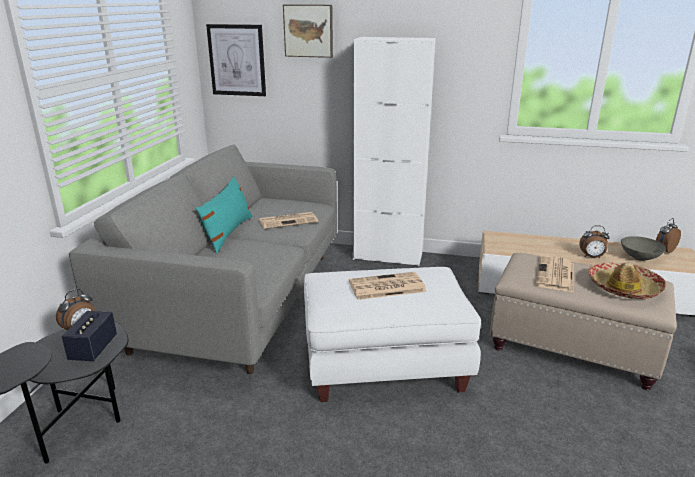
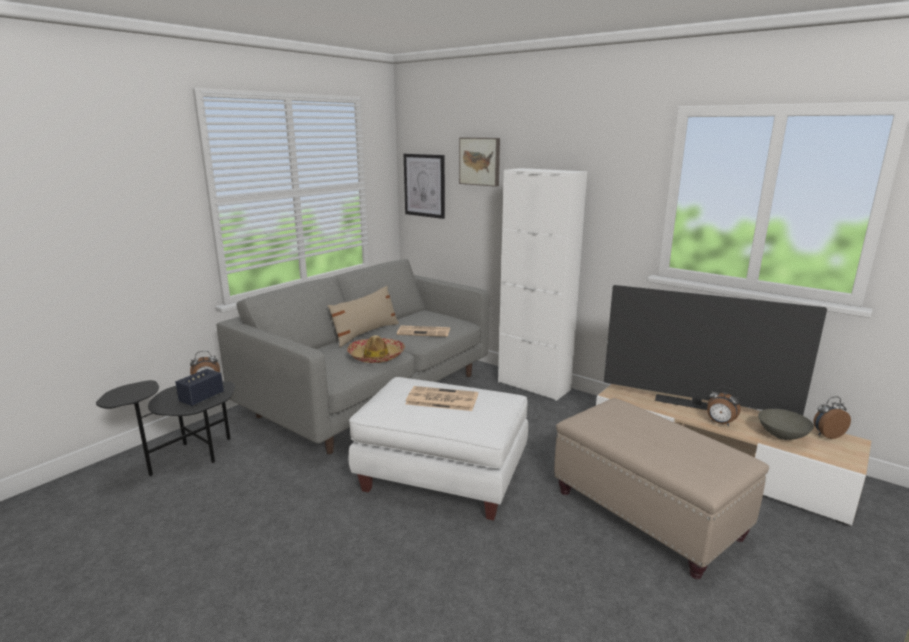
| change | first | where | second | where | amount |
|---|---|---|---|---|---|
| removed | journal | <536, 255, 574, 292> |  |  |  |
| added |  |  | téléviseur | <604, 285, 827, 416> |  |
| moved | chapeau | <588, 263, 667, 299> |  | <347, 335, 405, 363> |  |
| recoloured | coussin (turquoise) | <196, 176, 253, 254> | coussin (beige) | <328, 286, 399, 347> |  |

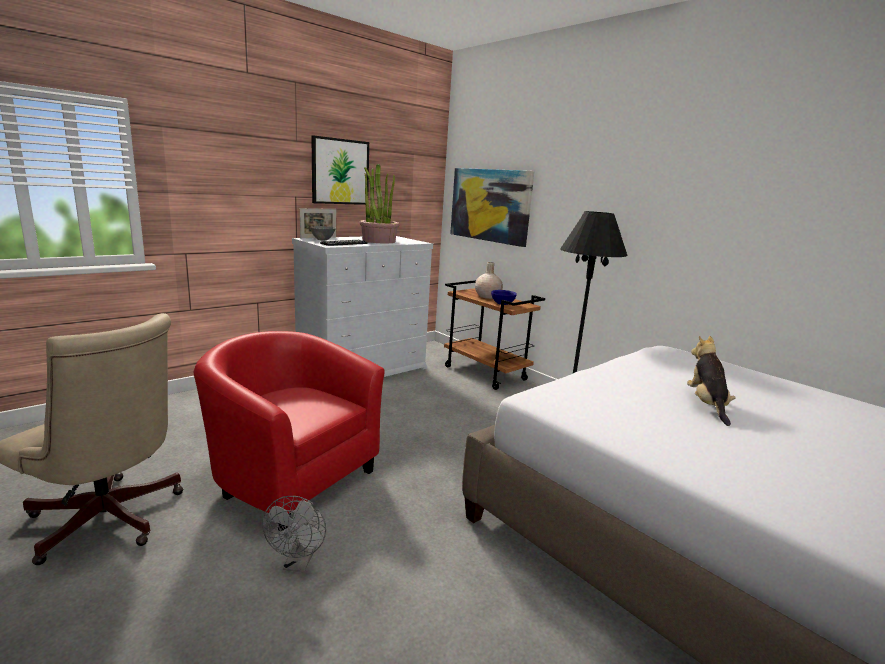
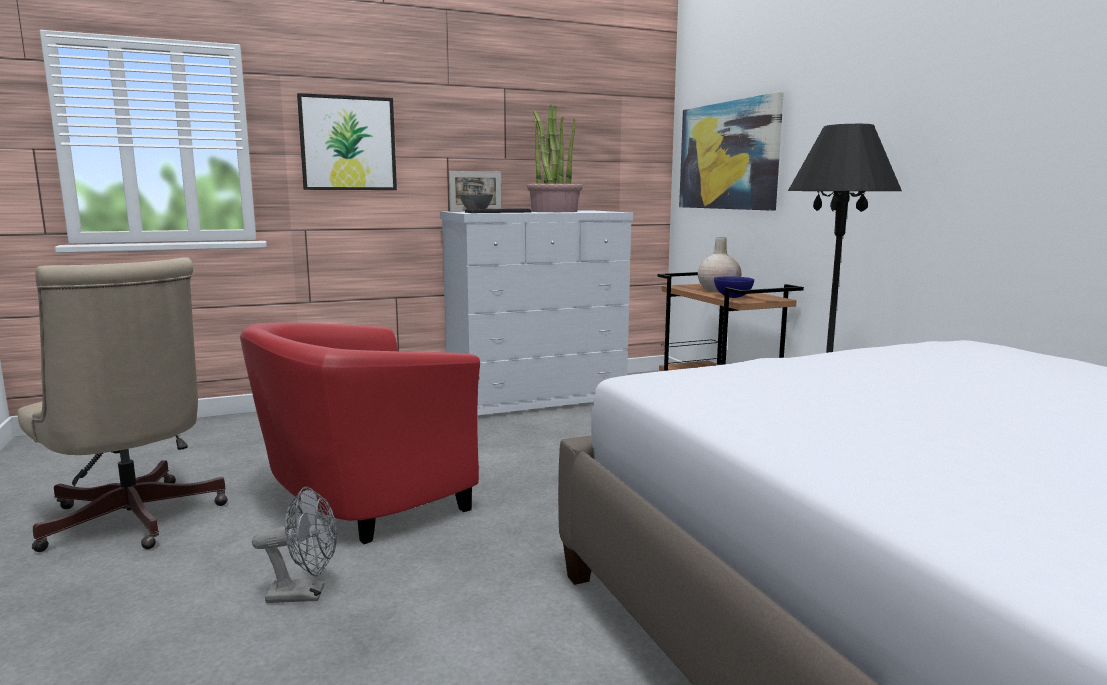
| change | first | where | second | where | amount |
|---|---|---|---|---|---|
| removed | peluche | <687, 336, 736, 426> |  |  |  |
| moved | tableau | <311, 135, 369, 205> |  | <297, 93, 397, 190> |  |
| turned | fauteuil (rouge) | <194, 331, 385, 531> |  | <240, 322, 480, 544> | 90 degrees counterclockwise |
| turned | ventilateur (gris) | <262, 496, 326, 573> |  | <252, 486, 337, 603> | 120 degrees counterclockwise |

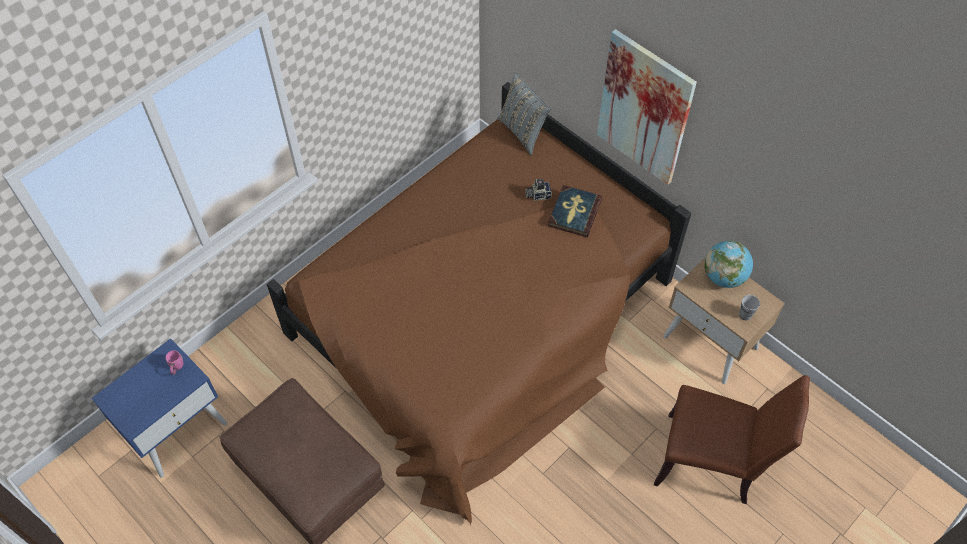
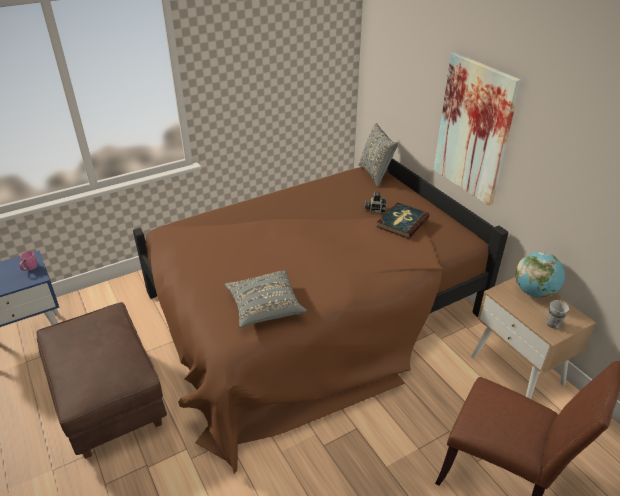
| change | first | where | second | where | amount |
|---|---|---|---|---|---|
| added |  |  | coussin (gris) | <225, 271, 307, 328> |  |

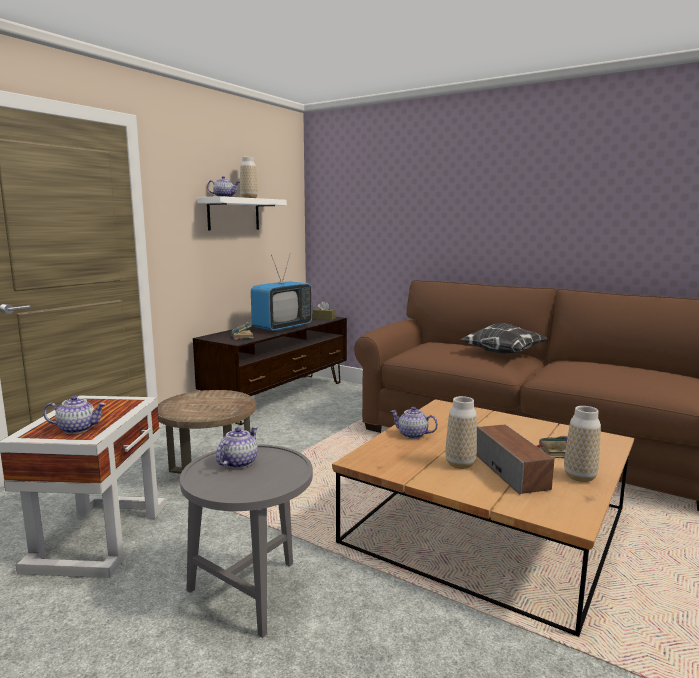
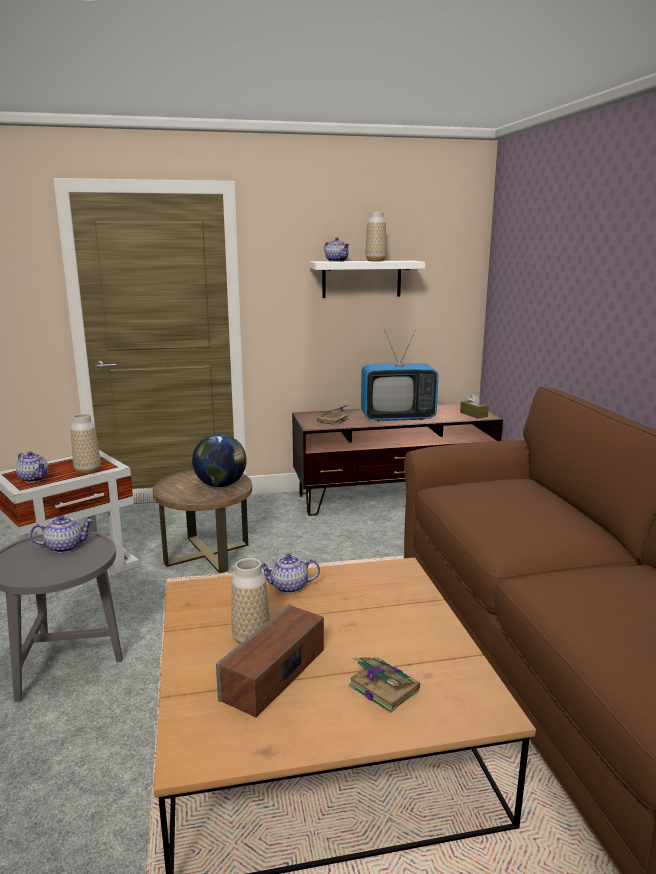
| change | first | where | second | where | amount |
|---|---|---|---|---|---|
| removed | coussin | <460, 323, 548, 354> |  |  |  |
| added |  |  | globe | <192, 434, 247, 487> |  |
| moved | vase | <564, 406, 601, 482> |  | <71, 413, 101, 474> |  |
| turned | théière | <390, 407, 438, 439> |  | <261, 554, 320, 593> | 75 degrees counterclockwise |

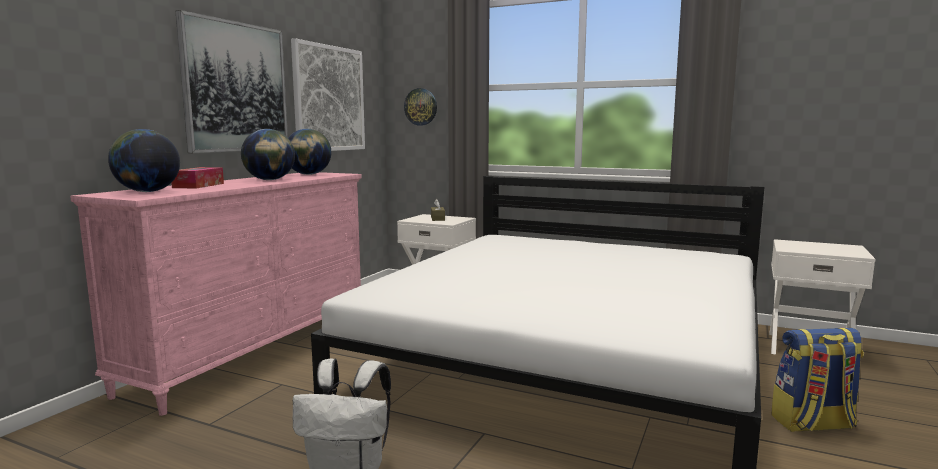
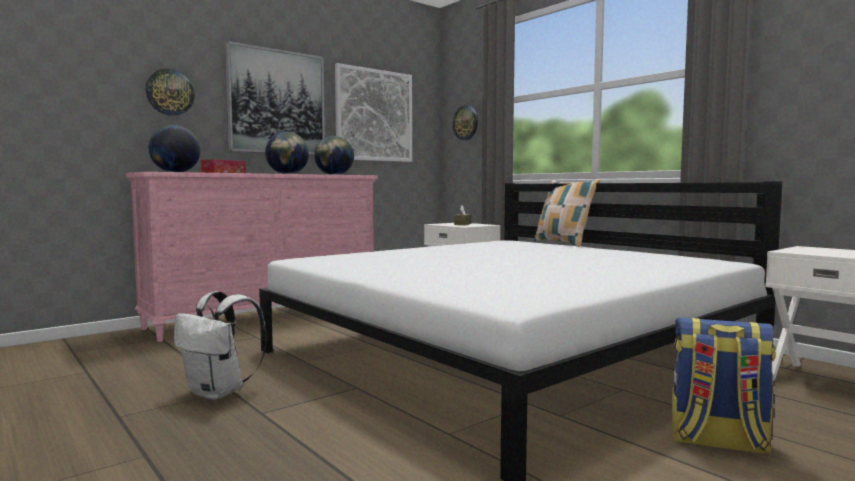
| change | first | where | second | where | amount |
|---|---|---|---|---|---|
| added |  |  | horloge murale | <146, 69, 195, 116> |  |
| added |  |  | coussin | <533, 180, 600, 247> |  |

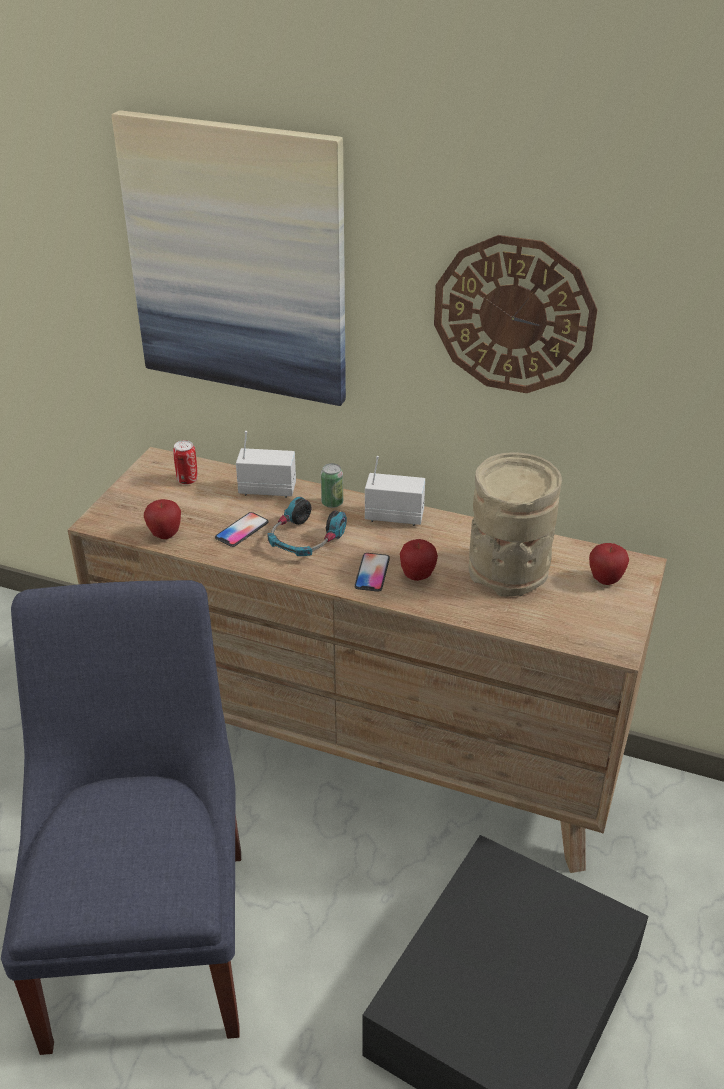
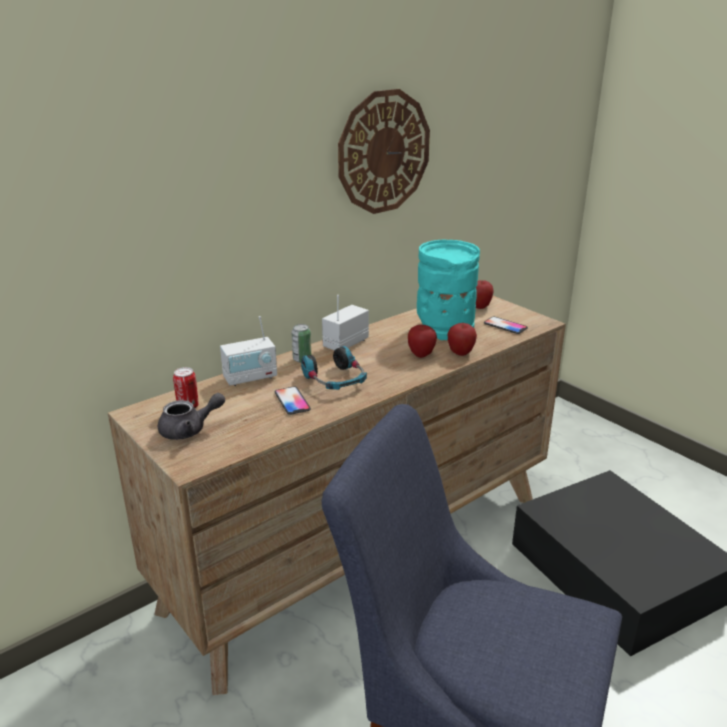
| change | first | where | second | where | amount |
|---|---|---|---|---|---|
| removed | tableau | <112, 110, 346, 406> |  |  |  |
| added |  |  | théière (gris) | <158, 393, 225, 440> |  |
| moved | pomme | <144, 499, 181, 539> |  | <447, 323, 477, 356> |  |
| moved | téléphone | <354, 553, 390, 592> |  | <484, 317, 528, 334> |  |
| recoloured | vase (beige) | <469, 453, 562, 597> | vase (turquoise) | <417, 240, 480, 340> |  |
| turned | radio | <236, 431, 296, 498> |  | <220, 316, 277, 386> | 150 degrees counterclockwise |

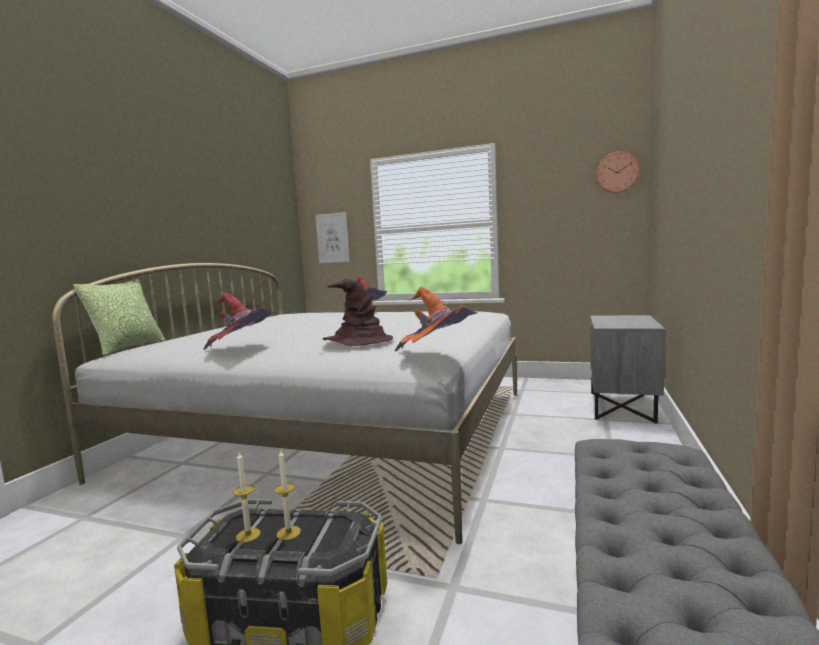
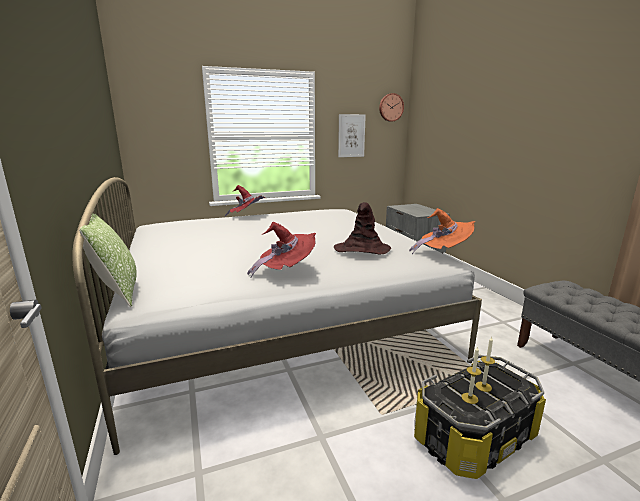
| change | first | where | second | where | amount |
|---|---|---|---|---|---|
| moved | tableau | <315, 212, 350, 263> |  | <338, 114, 366, 157> |  |

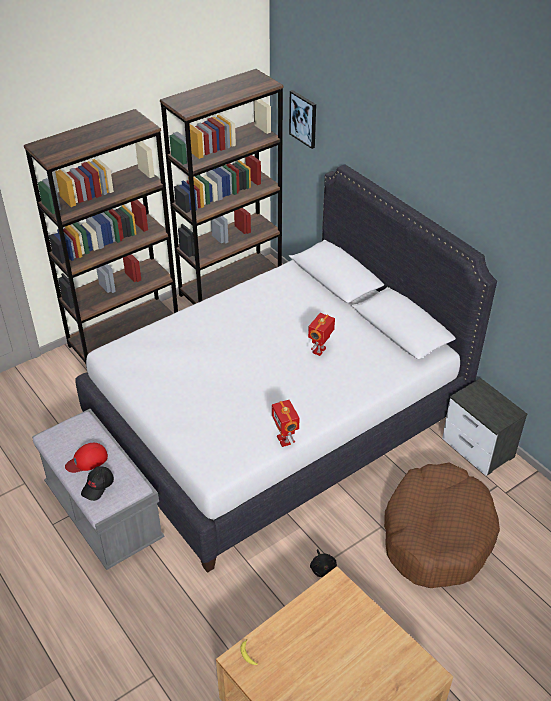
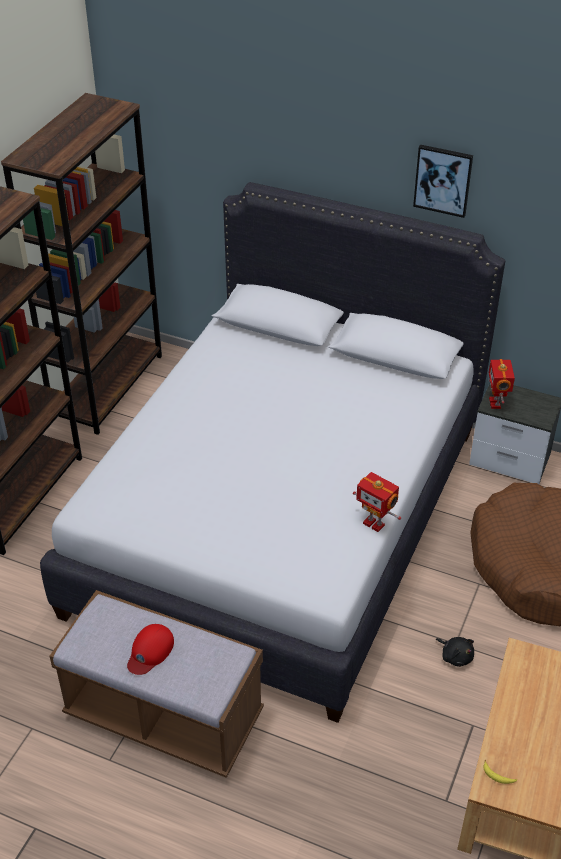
| change | first | where | second | where | amount |
|---|---|---|---|---|---|
| removed | casquette (noir) | <81, 466, 114, 501> |  |  |  |
| moved | tableau | <289, 90, 316, 149> |  | <413, 144, 473, 218> |  |
| moved | robot jouet | <308, 313, 335, 356> |  | <489, 359, 515, 409> |  |
| recoloured | banc (gris) | <32, 409, 164, 570> | banc (marron) | <50, 590, 264, 778> |  |

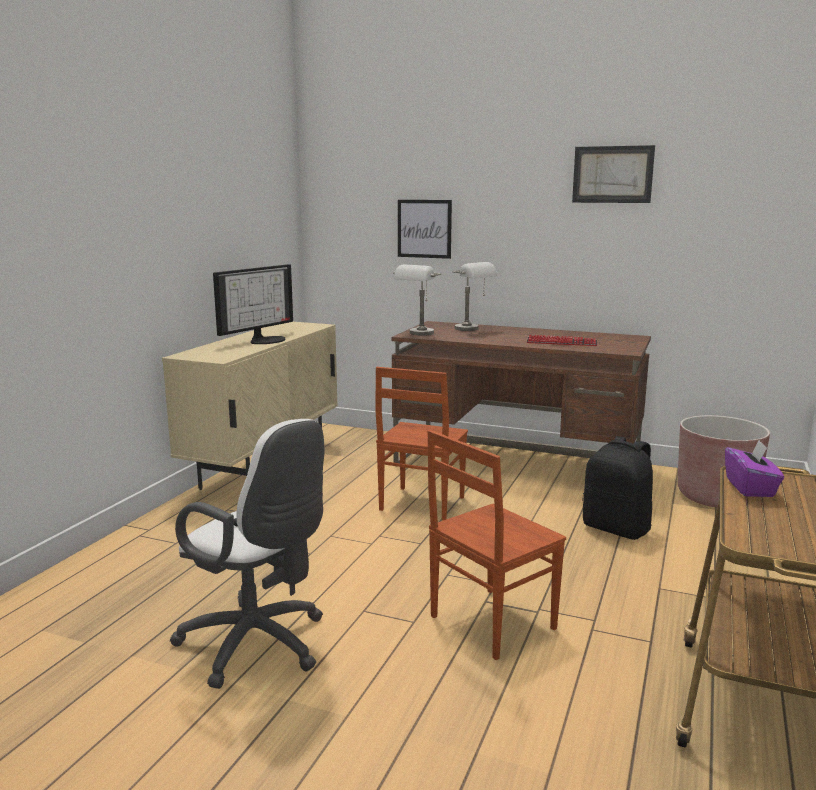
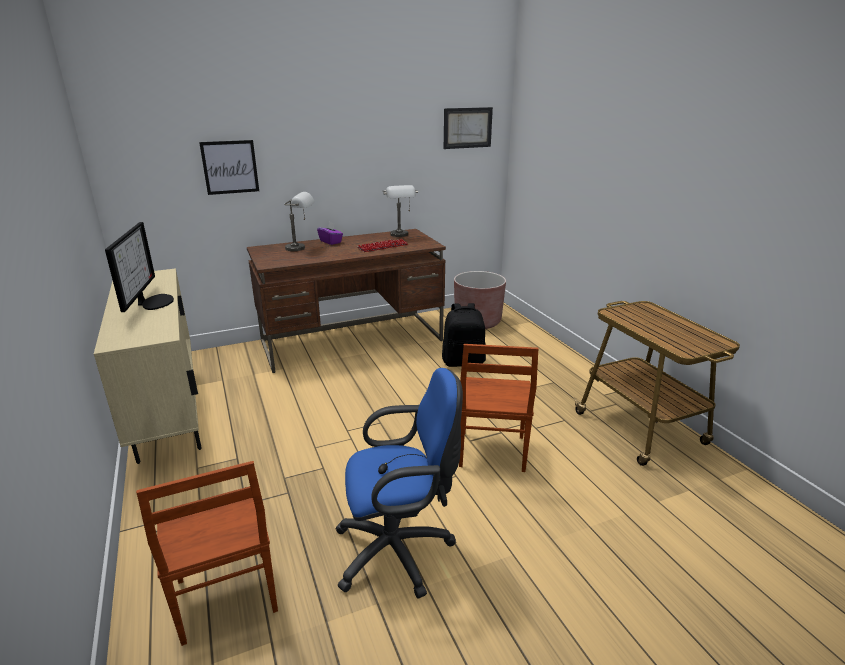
| change | first | where | second | where | amount |
|---|---|---|---|---|---|
| moved | chaise (marron) | <375, 367, 468, 521> |  | <136, 461, 278, 646> |  |
| moved | lampe de table (gris) | <393, 265, 441, 336> |  | <382, 185, 418, 237> |  |
| moved | tableau | <572, 145, 655, 203> |  | <444, 107, 493, 149> |  |
| moved | boîte à mouchoirs (violet) | <725, 440, 784, 497> |  | <317, 222, 343, 245> |  |
| recoloured | chaise de bureau (blanc) | <170, 419, 325, 689> | chaise de bureau (bleu) | <335, 368, 463, 599> |  |

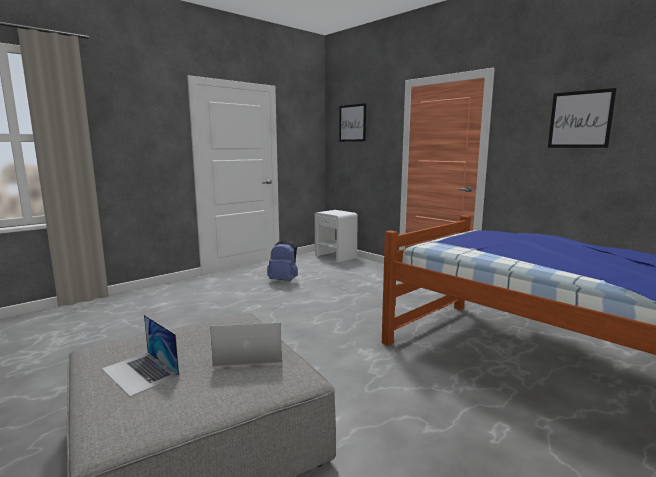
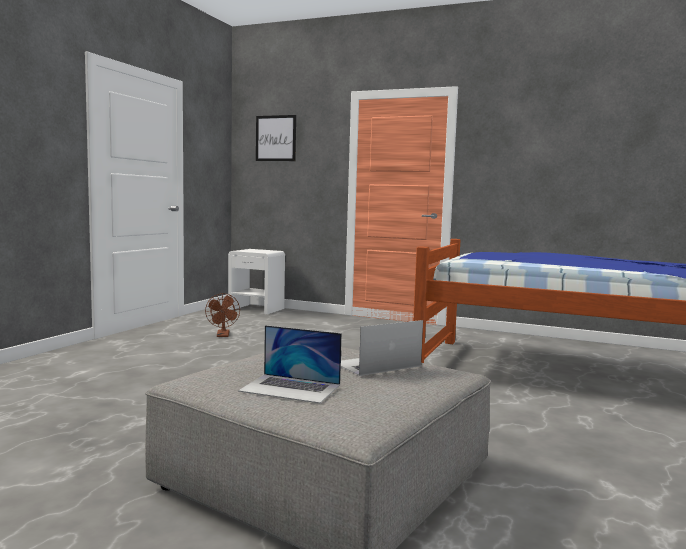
| change | first | where | second | where | amount |
|---|---|---|---|---|---|
| removed | tableau | <548, 88, 617, 148> |  |  |  |
| replaced | sac à dos (bleu) | <267, 240, 298, 281> | ventilateur (marron) | <205, 293, 240, 337> |  |

